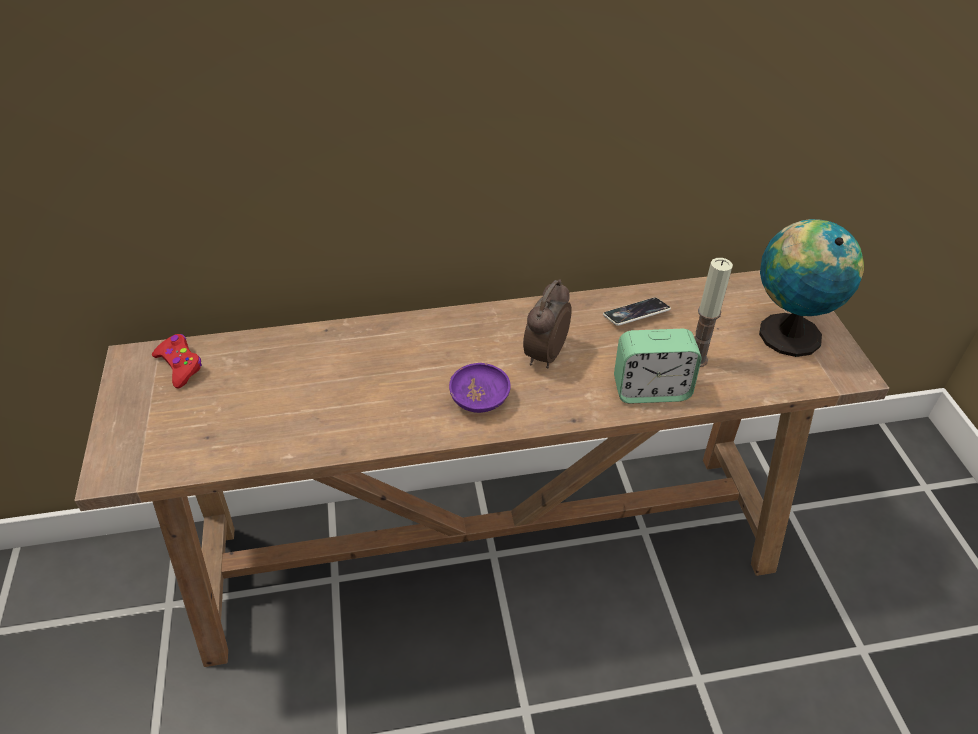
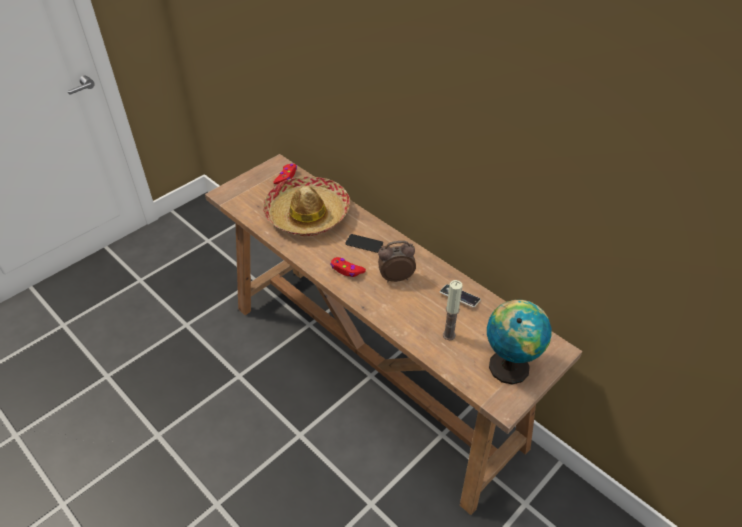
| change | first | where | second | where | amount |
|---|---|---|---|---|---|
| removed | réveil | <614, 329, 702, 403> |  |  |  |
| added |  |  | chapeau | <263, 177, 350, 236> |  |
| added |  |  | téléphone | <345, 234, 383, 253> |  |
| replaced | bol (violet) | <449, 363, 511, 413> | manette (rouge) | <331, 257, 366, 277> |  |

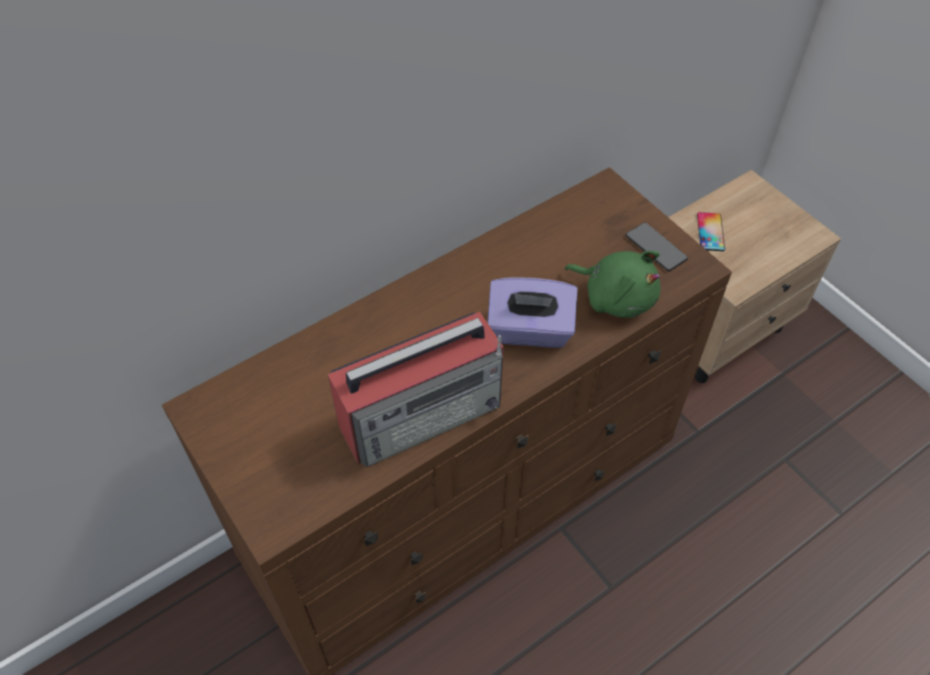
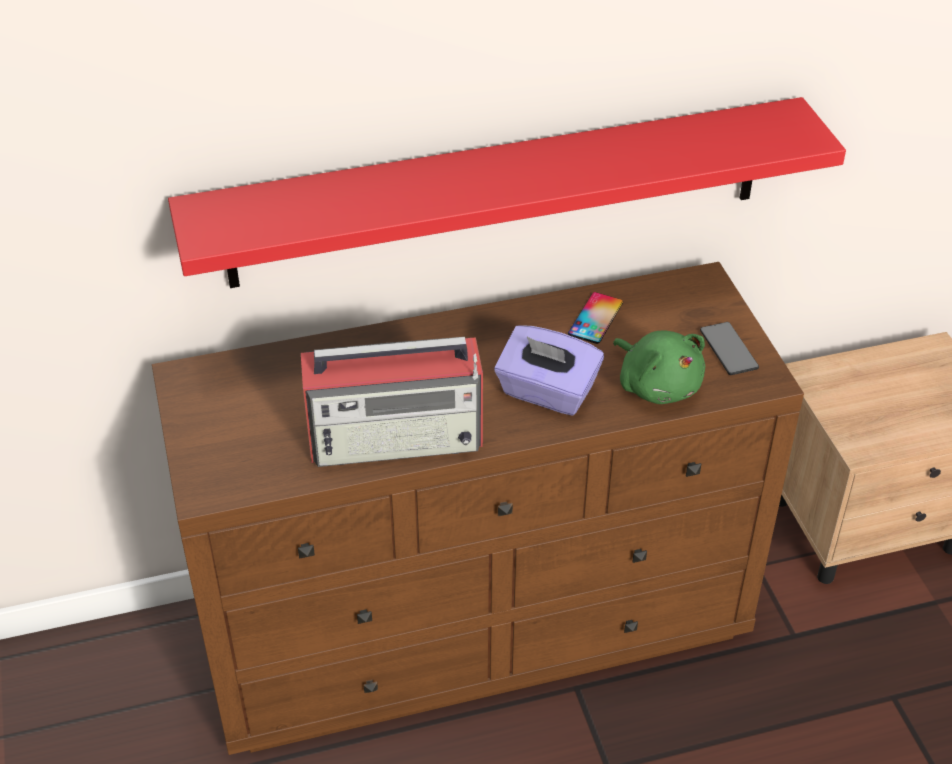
| change | first | where | second | where | amount |
|---|---|---|---|---|---|
| added |  |  | étagère (rouge) | <168, 97, 846, 288> |  |
| moved | téléphone | <697, 212, 725, 251> |  | <568, 292, 623, 344> |  |

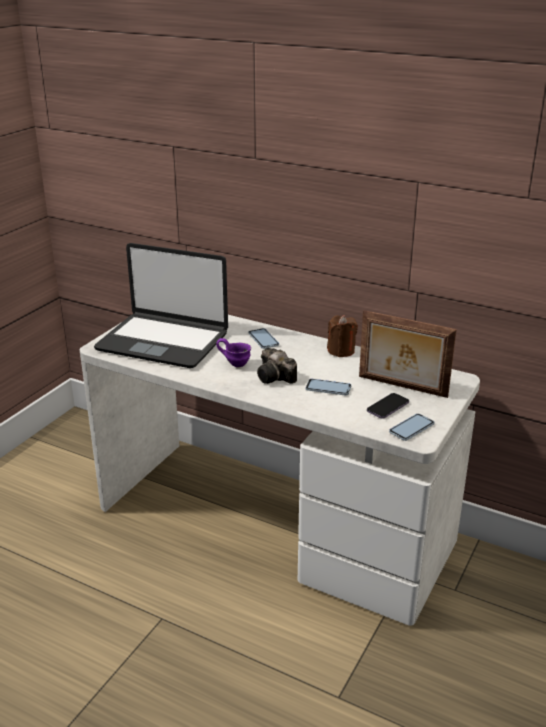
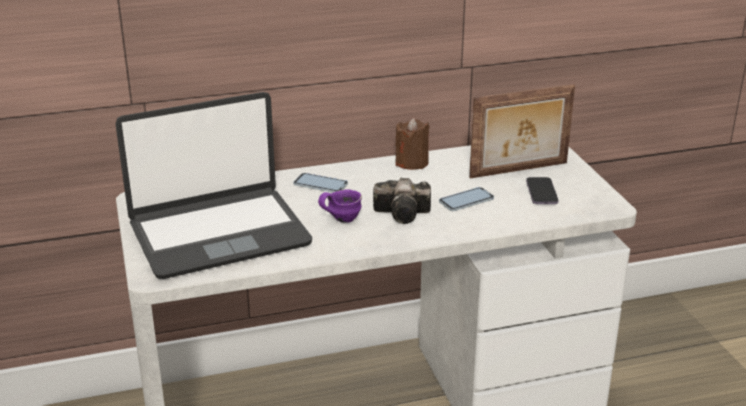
| change | first | where | second | where | amount |
|---|---|---|---|---|---|
| removed | téléphone | <389, 414, 435, 441> |  |  |  |

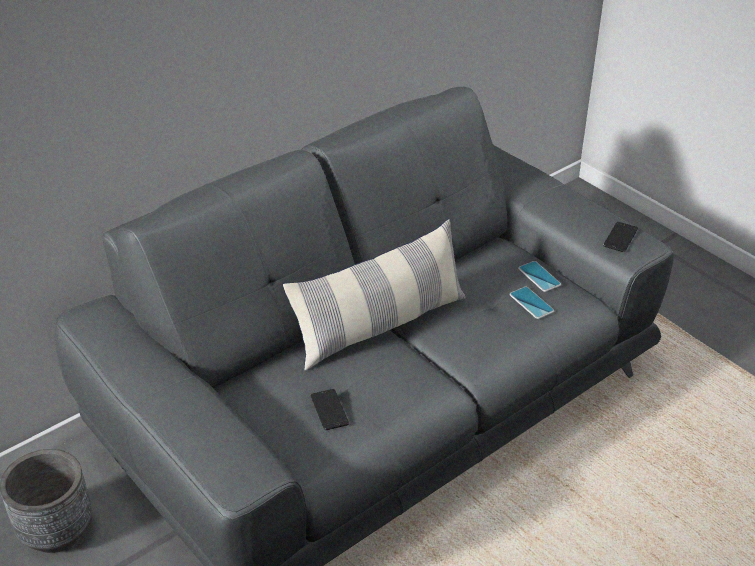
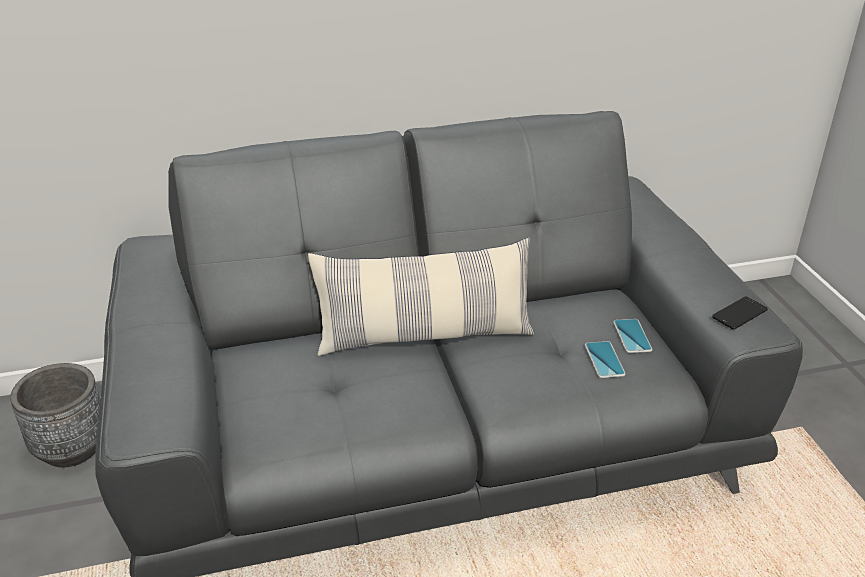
| change | first | where | second | where | amount |
|---|---|---|---|---|---|
| removed | téléphone | <311, 389, 349, 430> |  |  |  |

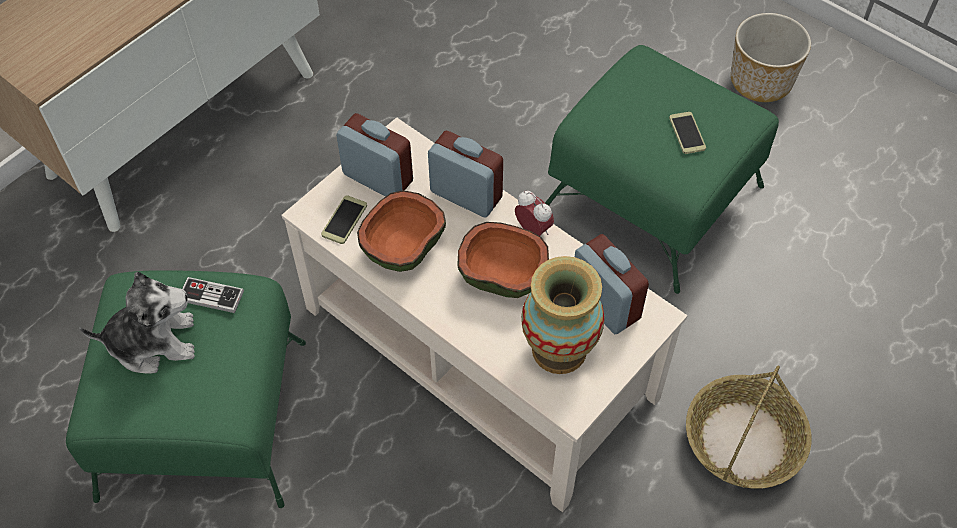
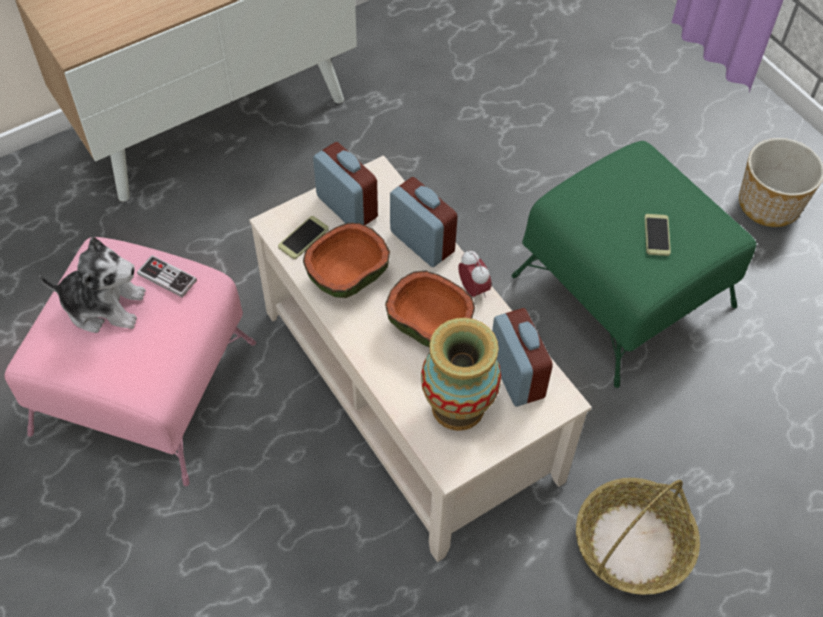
| change | first | where | second | where | amount |
|---|---|---|---|---|---|
| recoloured | pouf (vert) | <66, 270, 306, 508> | pouf (rose) | <4, 237, 256, 486> |  |

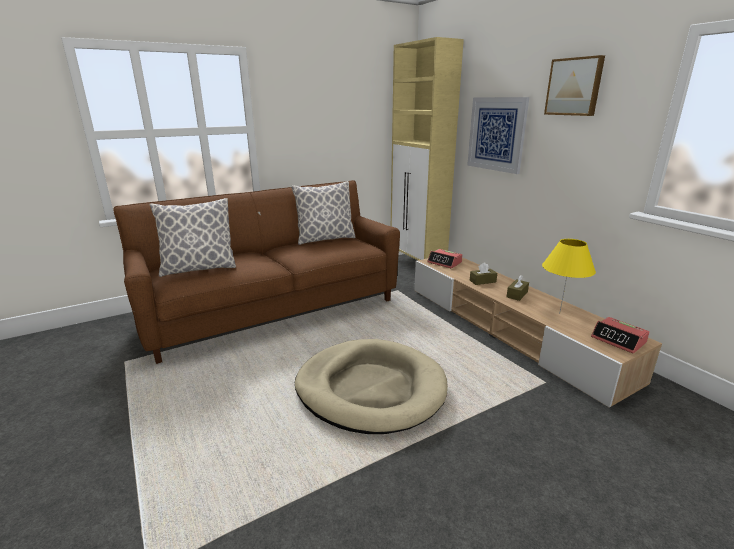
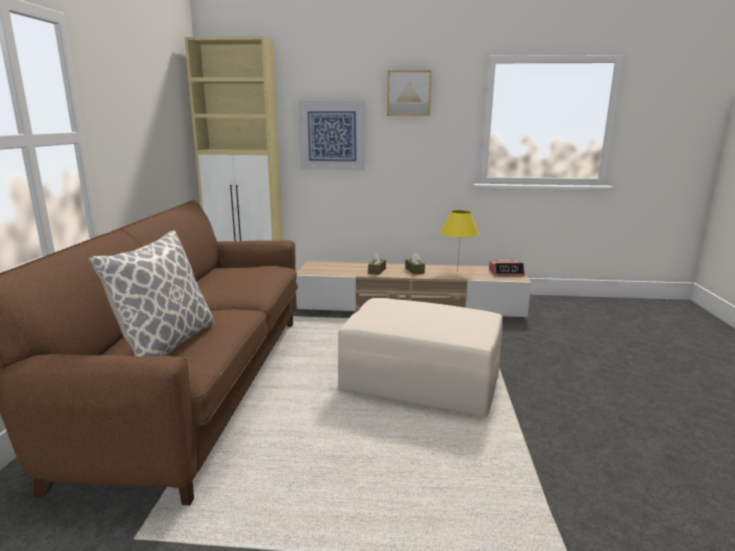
| change | first | where | second | where | amount |
|---|---|---|---|---|---|
| removed | coussin | <291, 181, 355, 245> |  |  |  |
| removed | réveil | <427, 249, 462, 268> |  |  |  |
| replaced | panier pour chien (beige) | <295, 339, 448, 434> | pouf (beige) | <338, 298, 503, 417> |  |

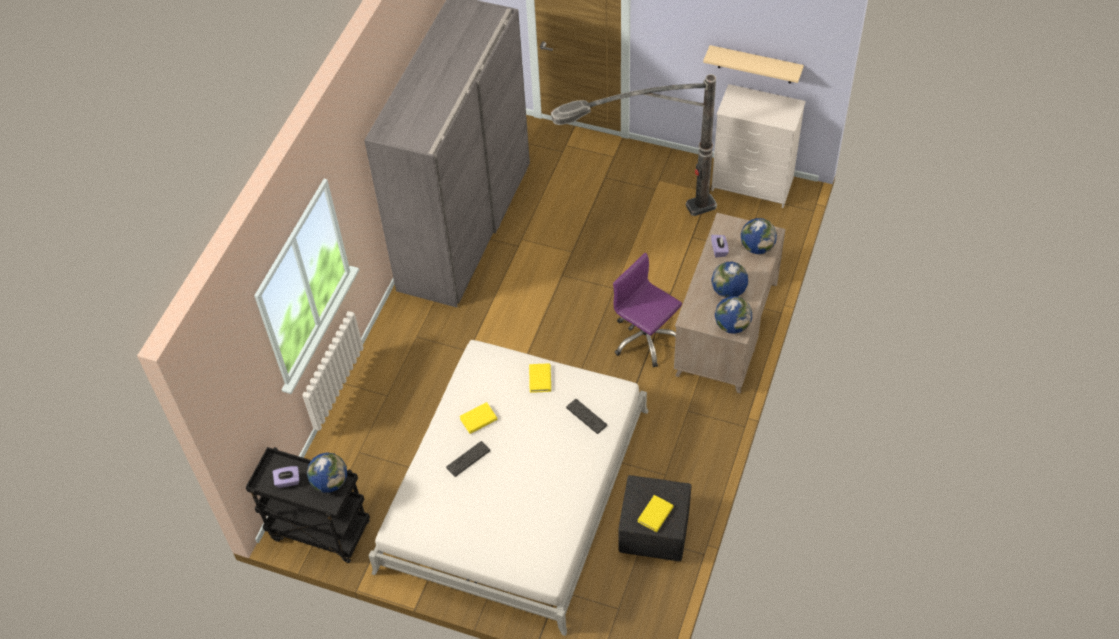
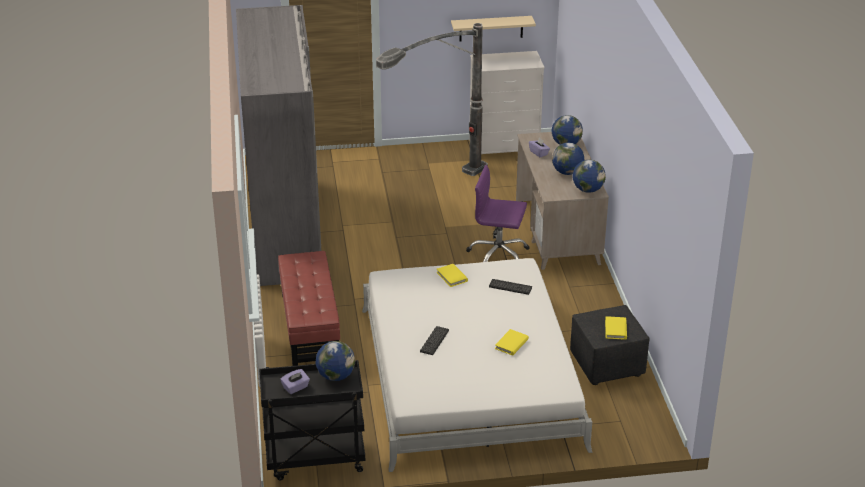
| change | first | where | second | where | amount |
|---|---|---|---|---|---|
| added |  |  | pouf (rouge) | <278, 251, 340, 366> |  |
| moved | livre (jaune) | <459, 402, 498, 434> |  | <495, 329, 529, 356> |  |

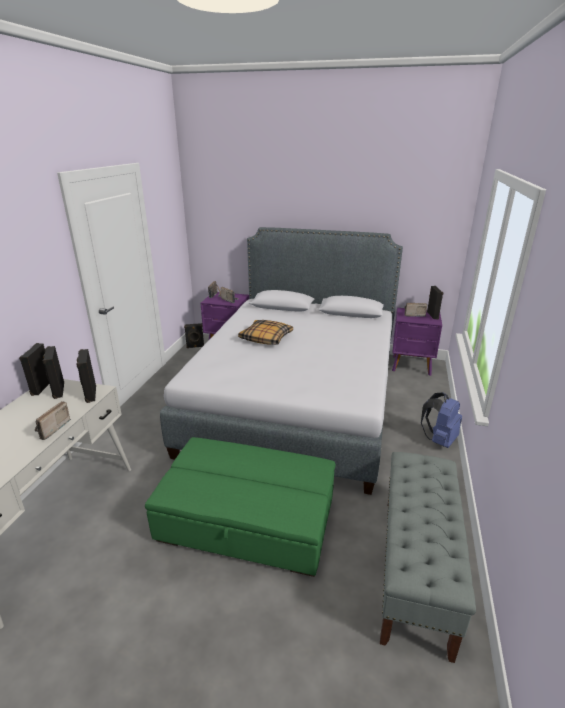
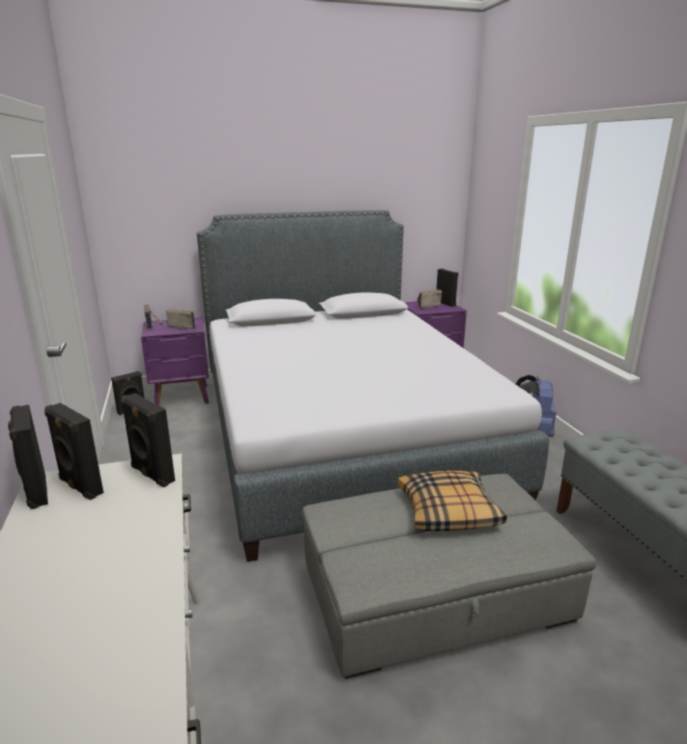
| change | first | where | second | where | amount |
|---|---|---|---|---|---|
| removed | radio | <35, 401, 71, 440> |  |  |  |
| moved | coussin | <238, 320, 293, 345> |  | <398, 471, 507, 531> |  |
| recoloured | pouf (vert) | <145, 437, 336, 577> | pouf (gris) | <302, 474, 596, 679> |  |

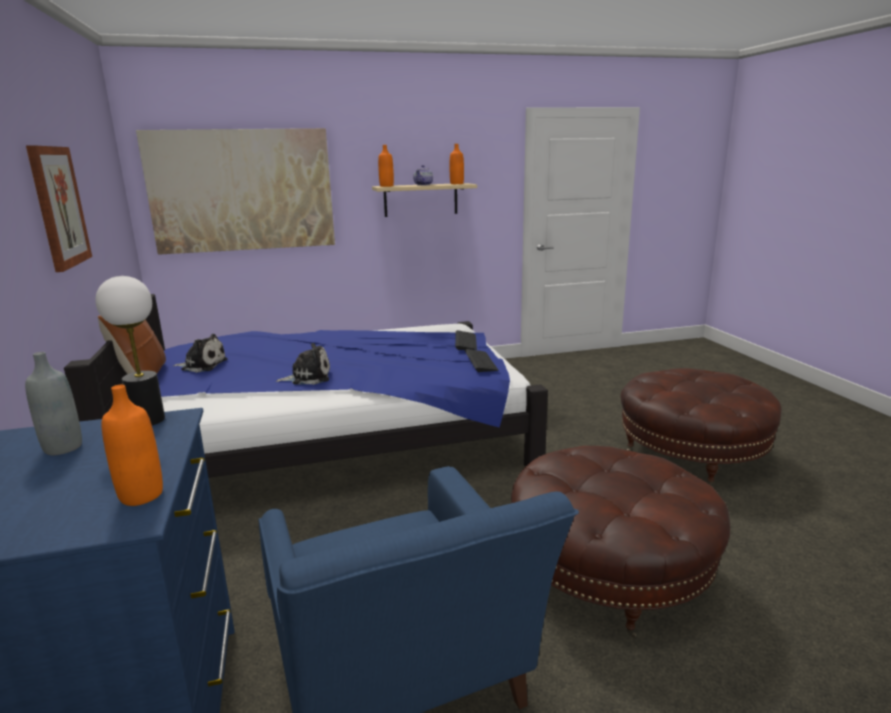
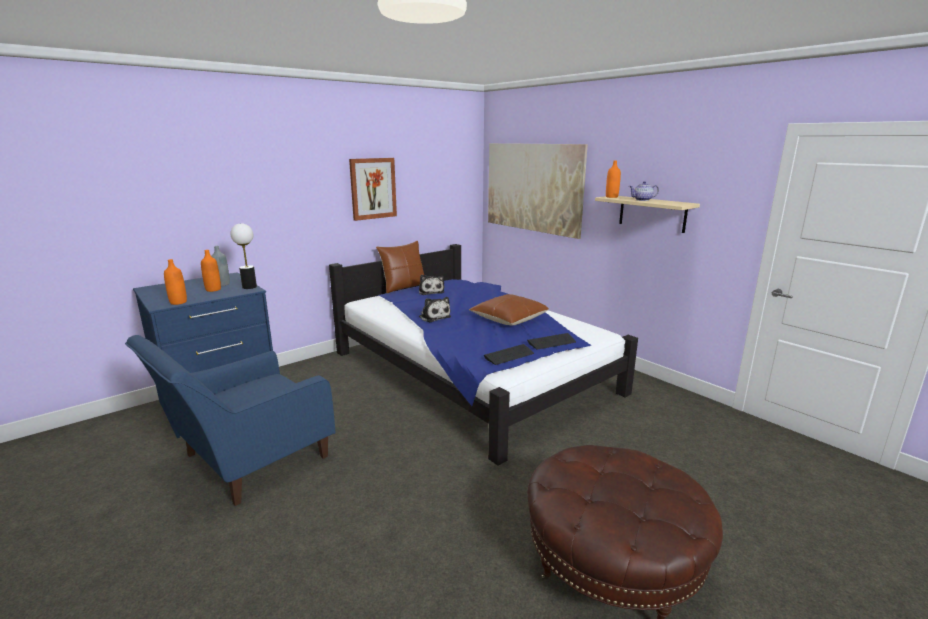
| change | first | where | second | where | amount |
|---|---|---|---|---|---|
| removed | pouf (marron) | <511, 446, 730, 639> |  |  |  |
| added |  |  | coussin (marron) | <469, 294, 549, 326> |  |
| moved | bouteille (orange) | <450, 144, 464, 184> |  | <201, 250, 221, 292> |  |

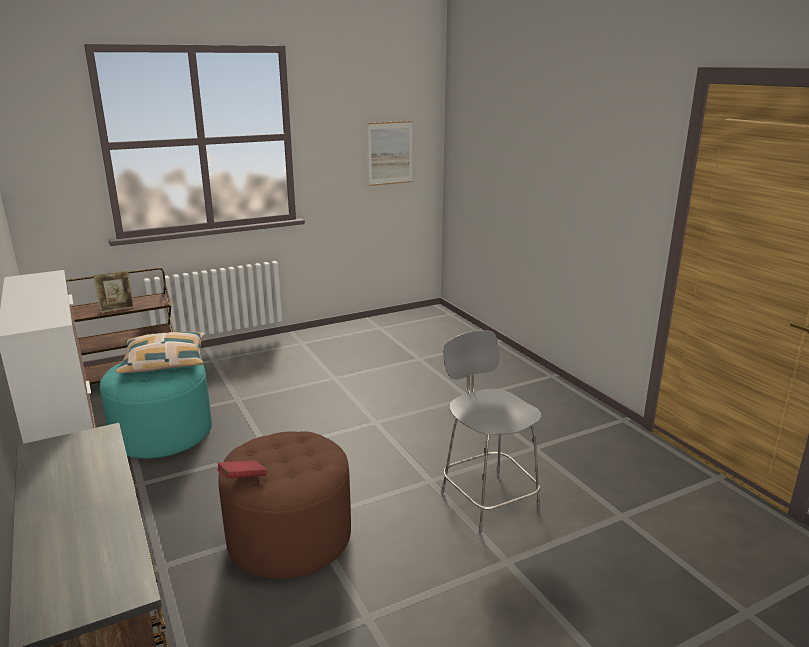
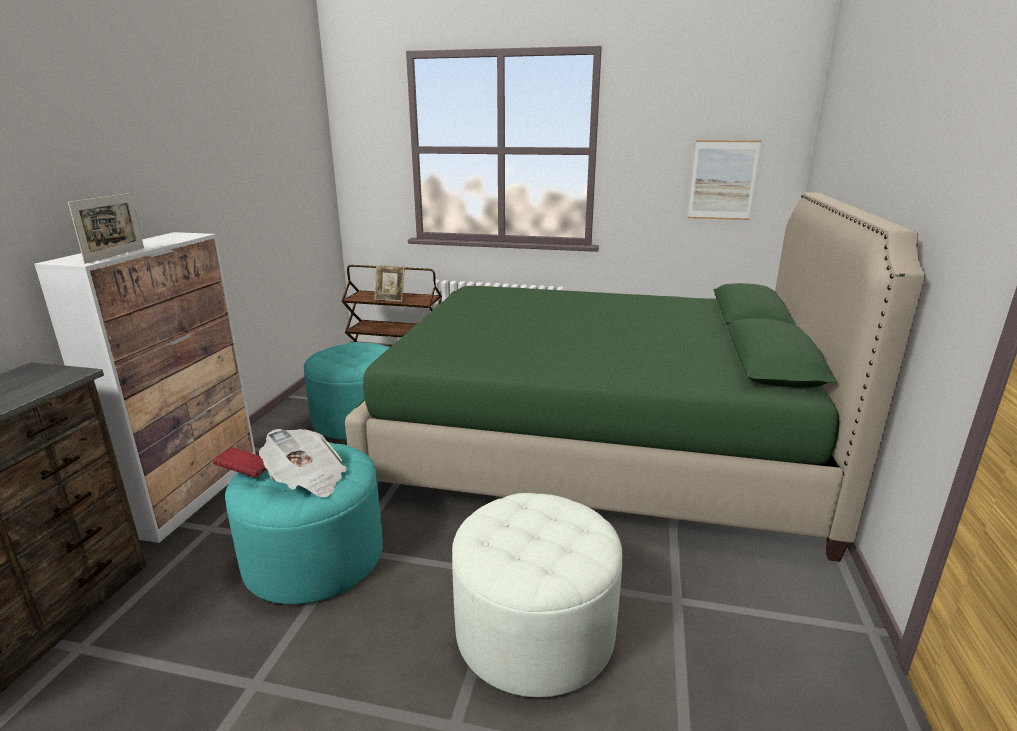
| change | first | where | second | where | amount |
|---|---|---|---|---|---|
| removed | coussin | <116, 332, 205, 373> |  |  |  |
| added |  |  | cadre photo | <68, 193, 144, 264> |  |
| added |  |  | journal | <259, 429, 347, 497> |  |
| added |  |  | lit (vert) | <345, 193, 926, 562> |  |
| replaced | chaise (gris) | <442, 330, 542, 533> | pouf (blanc) | <452, 493, 622, 697> |  |
| recoloured | pouf (marron) | <218, 431, 351, 579> | pouf (turquoise) | <225, 443, 383, 605> |  |

